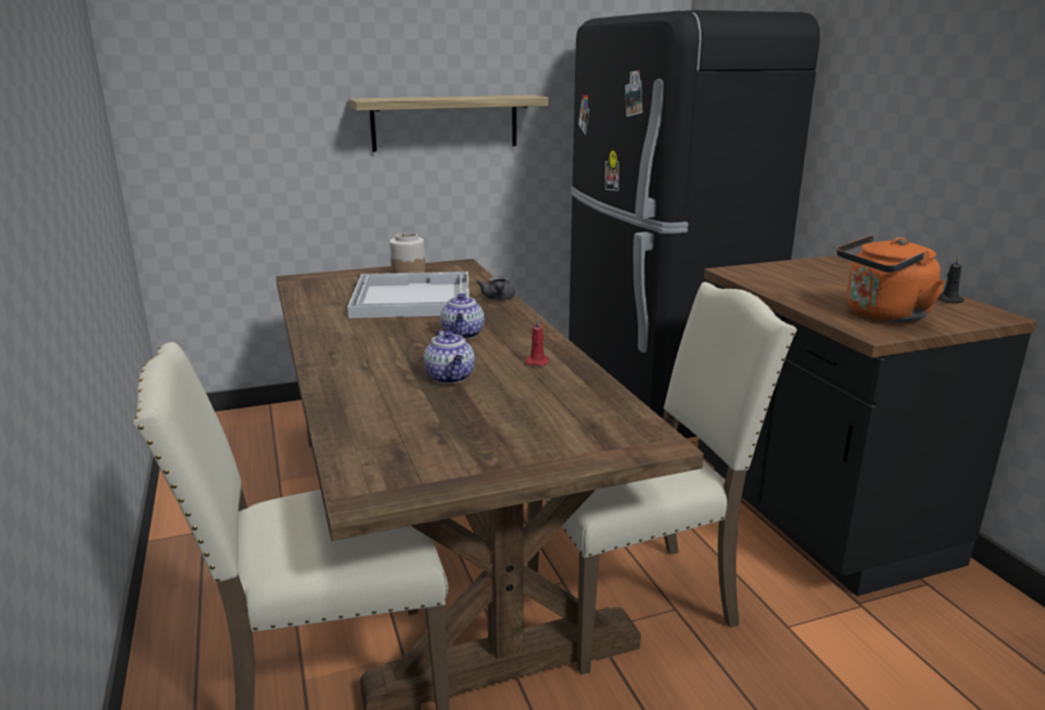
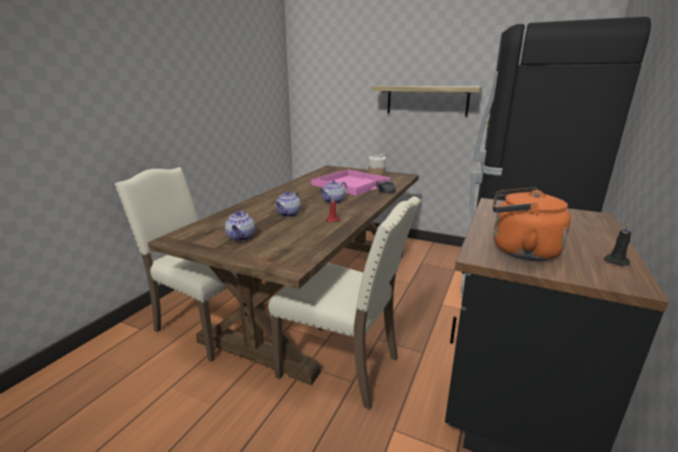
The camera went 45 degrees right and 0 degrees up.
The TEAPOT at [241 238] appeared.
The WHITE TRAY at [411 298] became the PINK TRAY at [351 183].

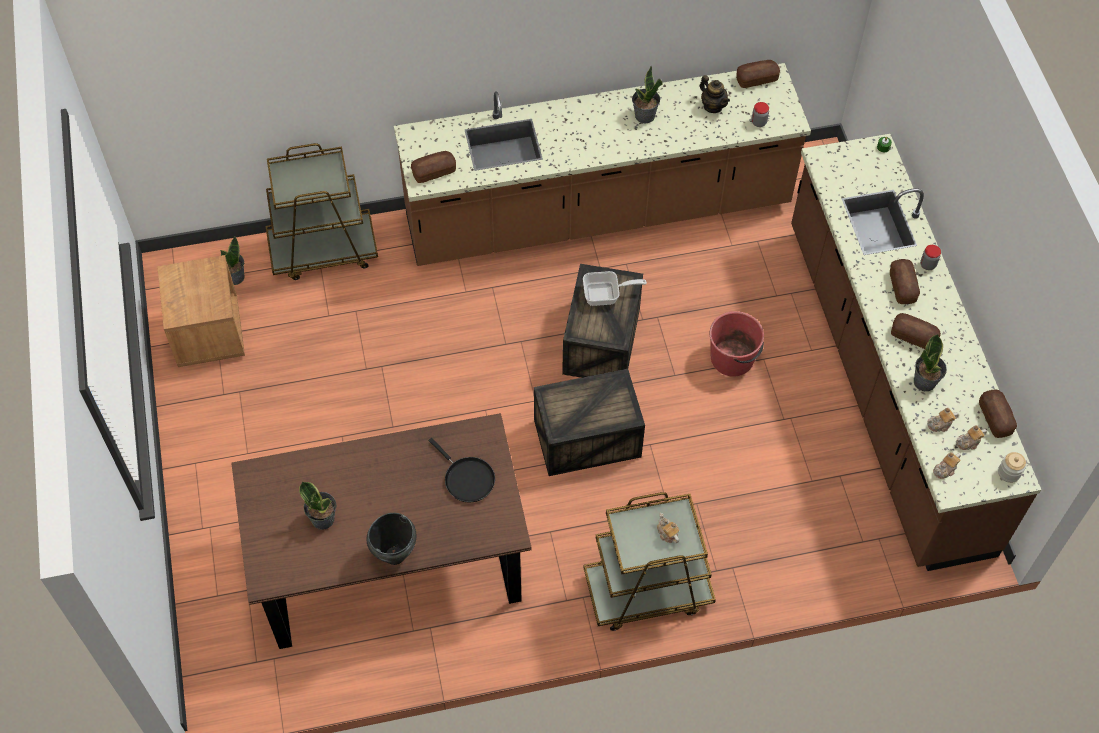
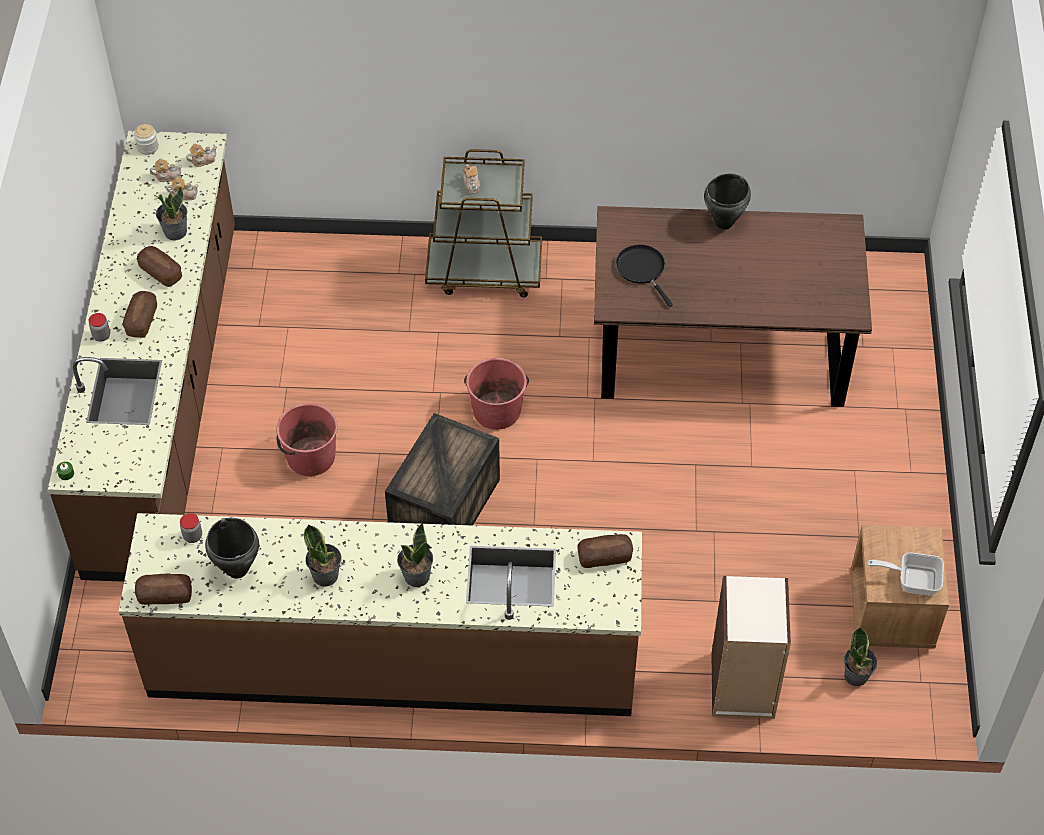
The camera went 165 degrees left and 5 degrees down.
The TEAPOT at [713 106] was replaced by the BLACK COOKING POT at [237 570].
The POTTED PLANT moved from [323 519] to [416 576].
The CRATE at [586 439] was replaced by the RED BUCKET at [496 410].
The BROWN CART at [324 250] was replaced by the BOOKCASE at [742 686].
The FRYING PAN moved from [606 295] to [912 580].
The BREAD at [995 418] disappeared.

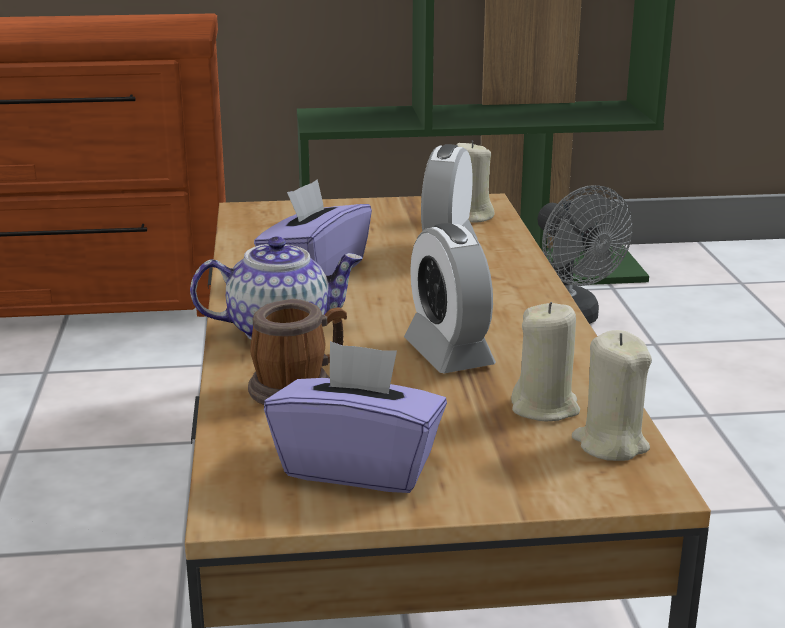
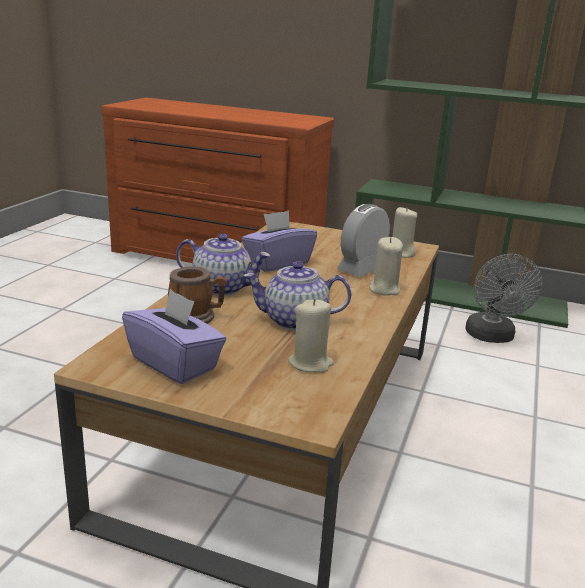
The camera went 25 degrees right and 0 degrees up.
The ALARM CLOCK at [448 353] was replaced by the TEAPOT at [294 321].
The BEIGE CANDLE moved from [610 444] to [384 289].

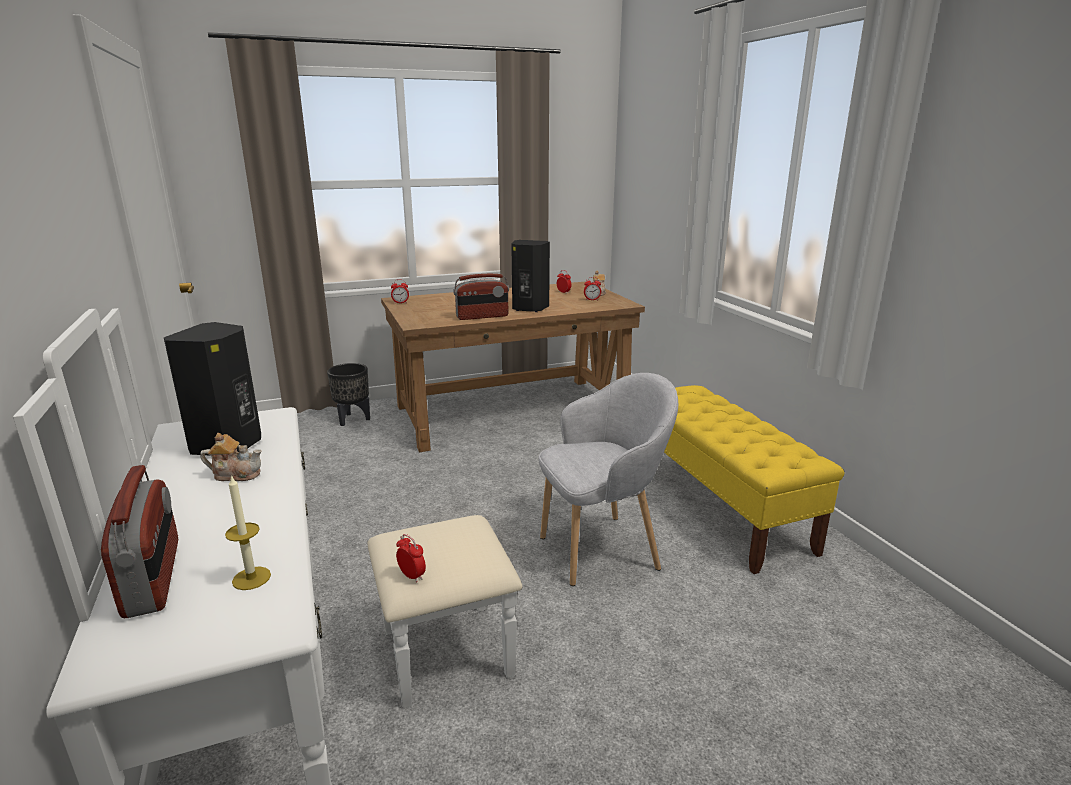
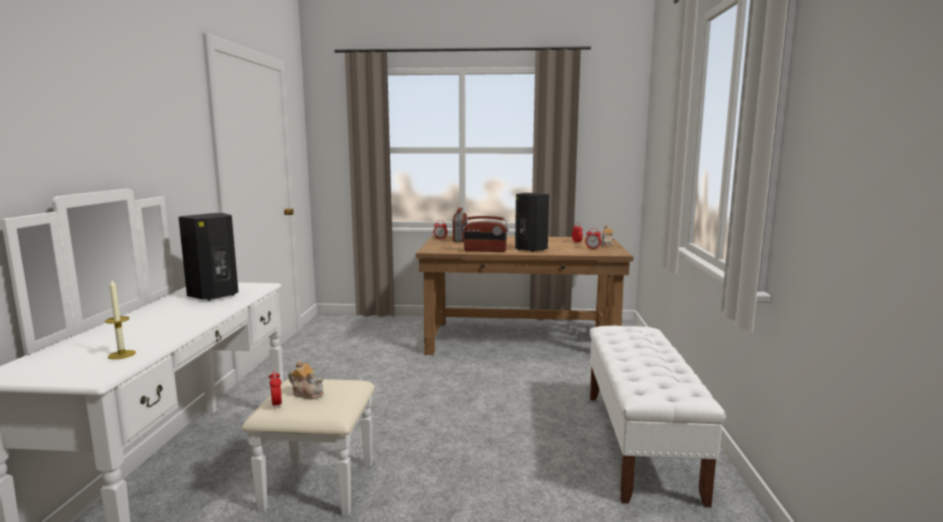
The camera went 25 degrees right and 10 degrees down.
The TEAPOT moved from [236 474] to [307 393].
The RADIO moved from [154 577] to [460 239].
The YELLOW BENCH at [719 507] became the WHITE BENCH at [640 443].
The BLACK PLANTER at [353 419] disappeared.
The GREY ARMCHAIR at [602 550] disappeared.

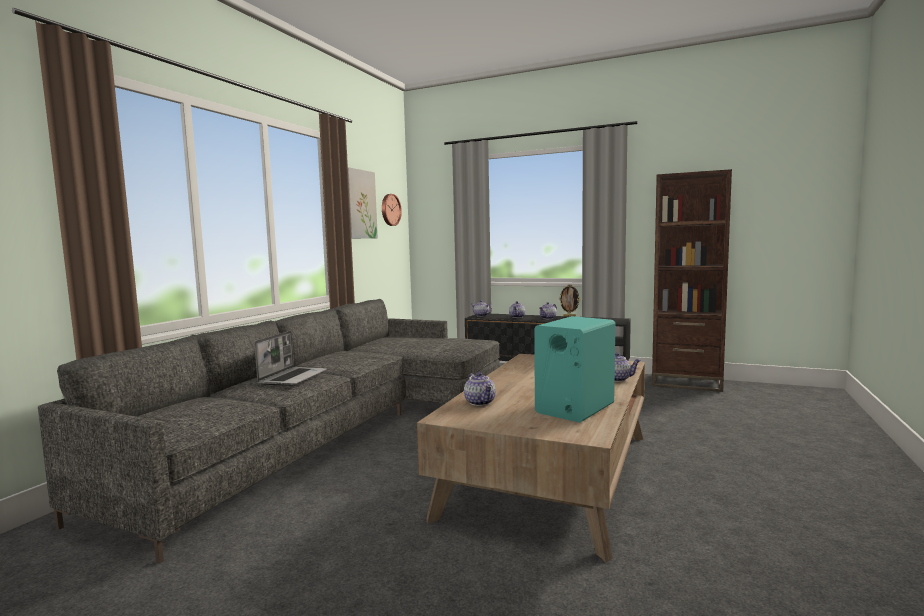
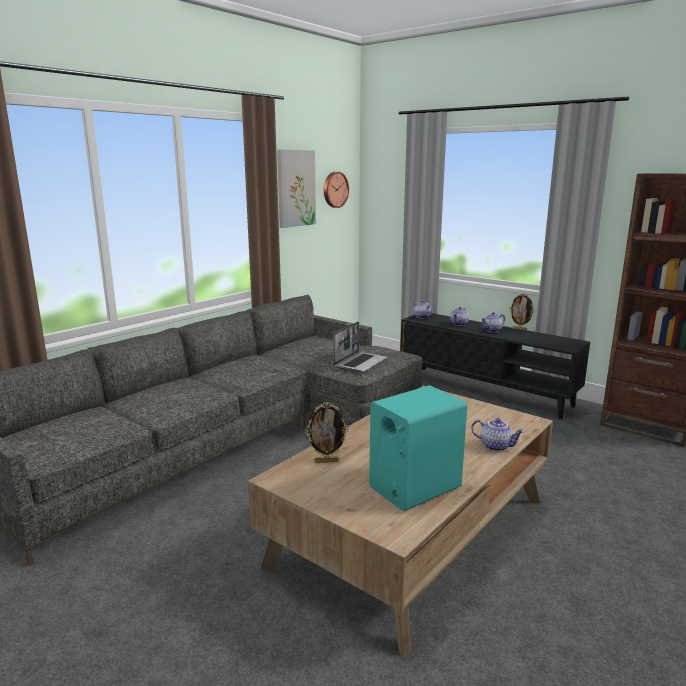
The camera went 15 degrees right and 10 degrees up.
The TEAPOT at [480 402] was replaced by the PICTURE FRAME at [327 461].
The LAPTOP moved from [293 377] to [360 363].

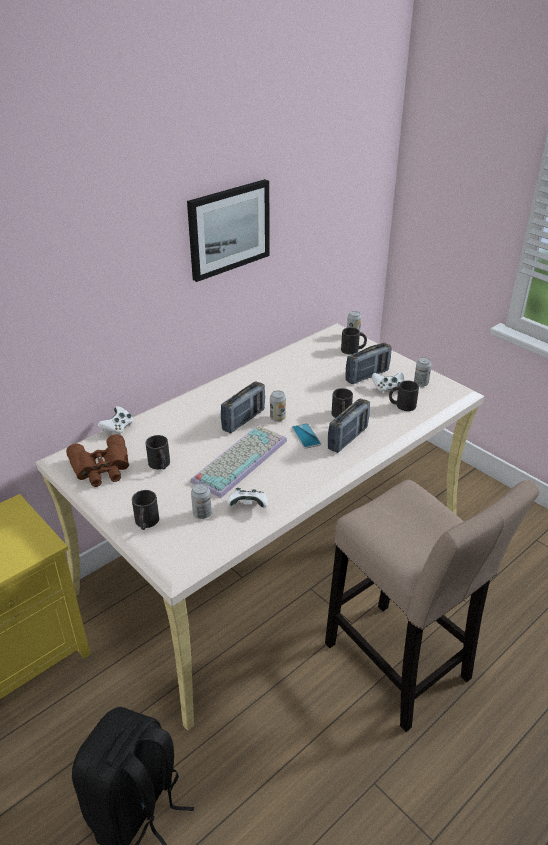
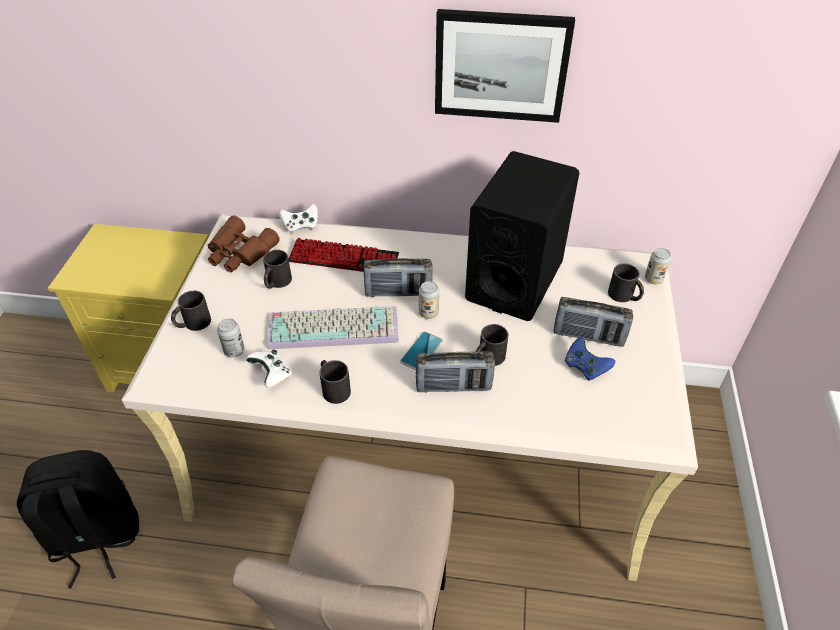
The camera went 50 degrees right and 10 degrees up.
The KEYBOARD at [343 259] appeared.
The BLACK MUG moved from [401 405] to [333 388].
The BLACK SPEAKER at [514 281] appeared.
The WHITE GAME CONTROLLER at [387 389] became the BLUE GAME CONTROLLER at [585 367].
The CAN at [421 383] disappeared.

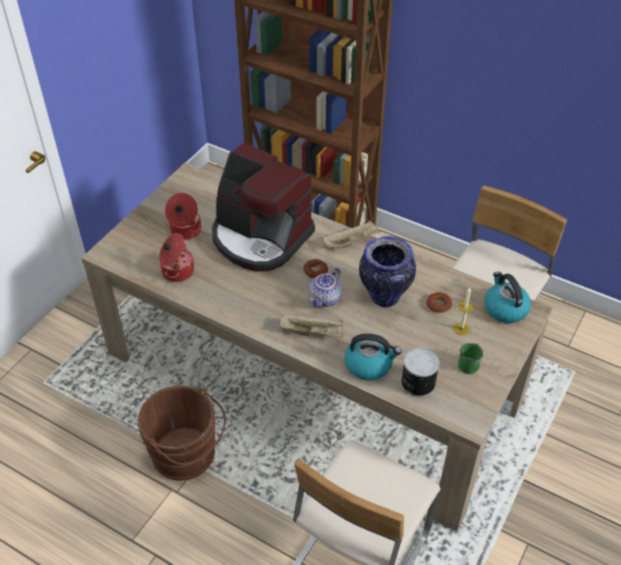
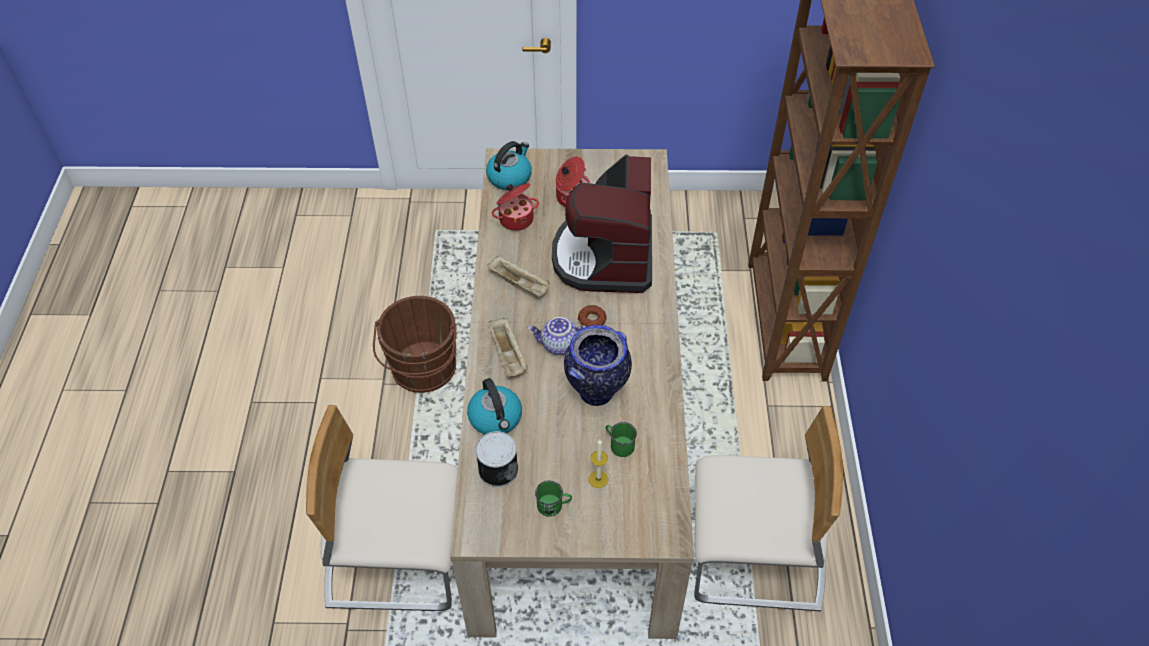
The camera went 60 degrees right and 5 degrees up.
The KETTLE moved from [504 308] to [509 177].
The BEIGE TRAY moved from [351 242] to [520 284].
The DONUT at [438 305] was replaced by the GREEN MUG at [619 444].

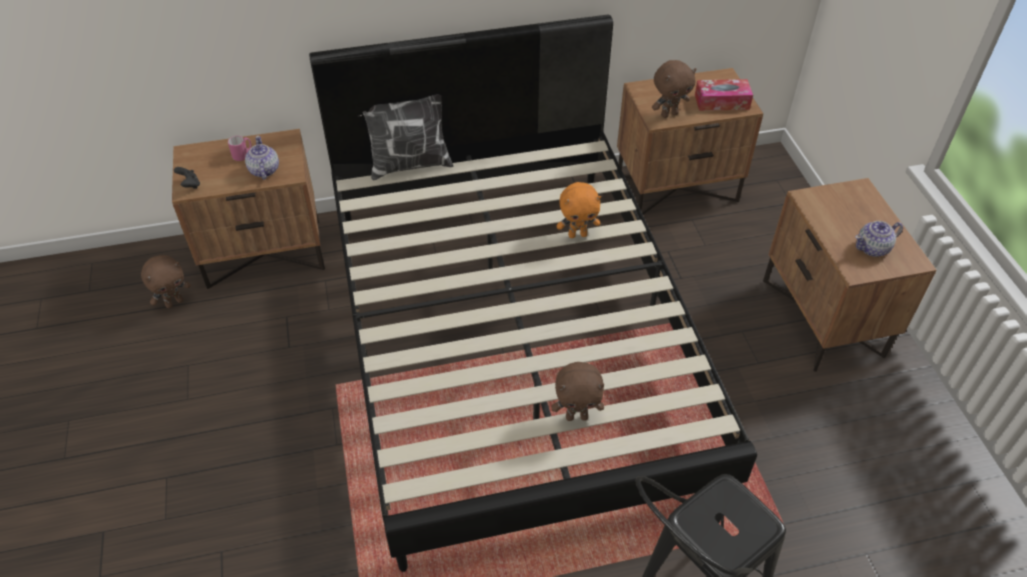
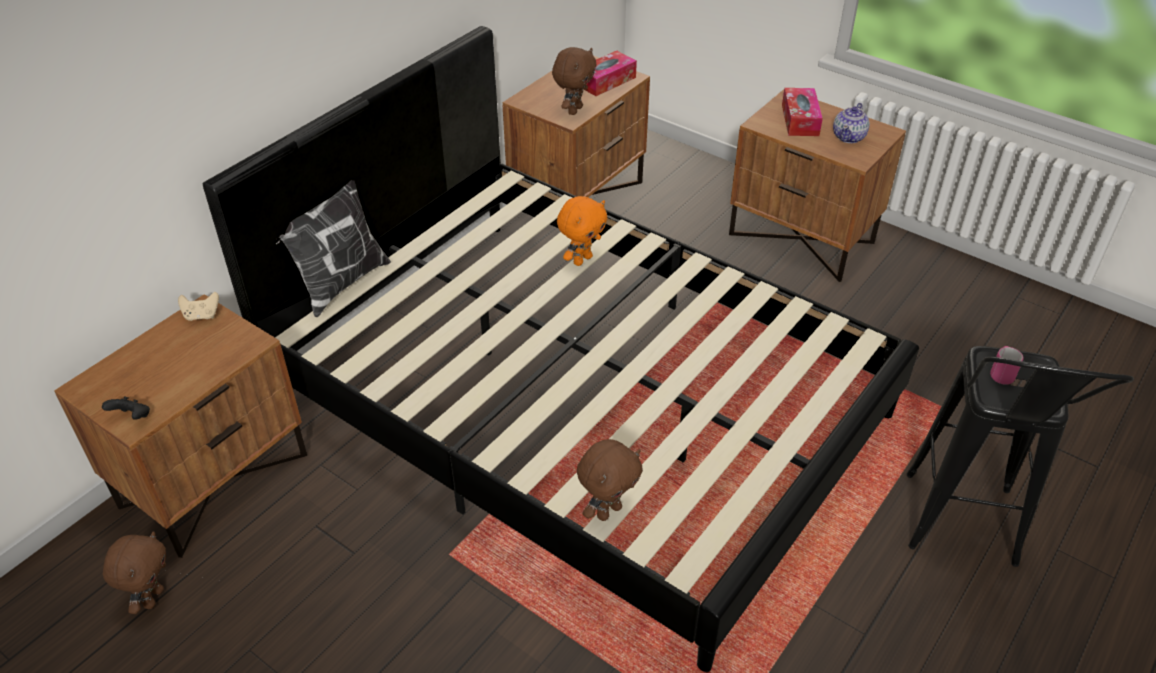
The camera went 40 degrees left and 5 degrees down.
The BEIGE GAME CONTROLLER at [202 315] appeared.
The BROWN PLUSH TOY moved from [577 416] to [608 511].
The TISSUE BOX at [800 120] appeared.
The PINK MUG moved from [243 155] to [1001 373].
The TEAPOT at [264 170] disappeared.

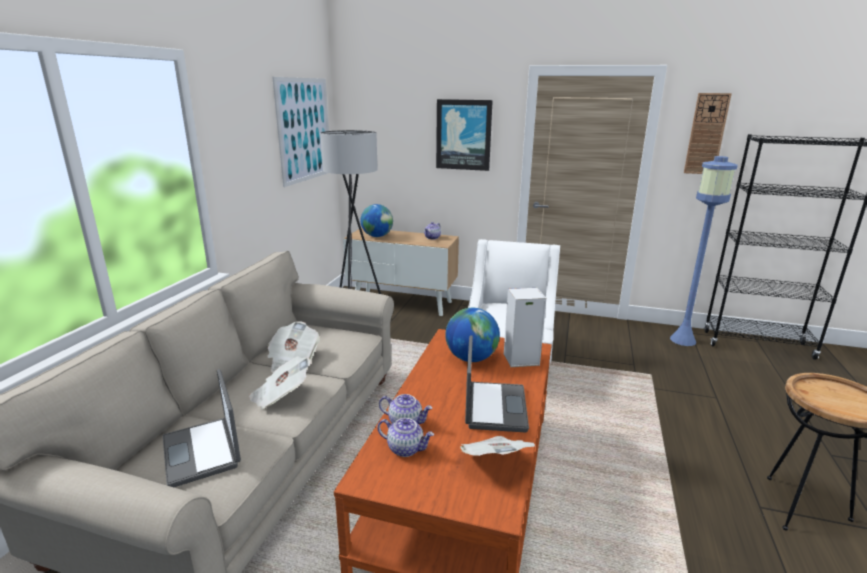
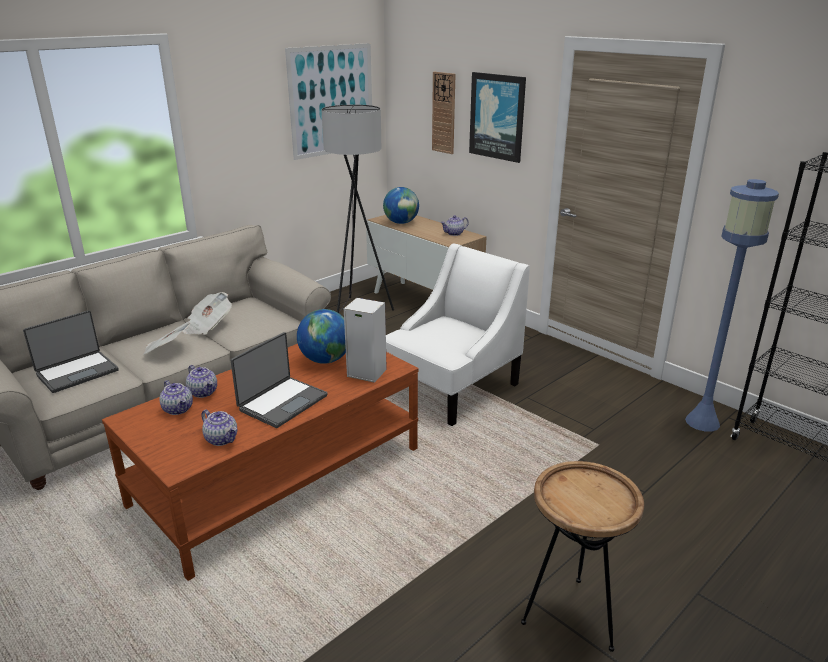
The camera went 30 degrees right and 5 degrees up.
The LAPTOP at [203 451] turned 135 degrees counterclockwise.
The NEWSPAPER at [495 462] was replaced by the TEAPOT at [222 439].
The WALL CLOCK moved from [706 134] to [444 113].

